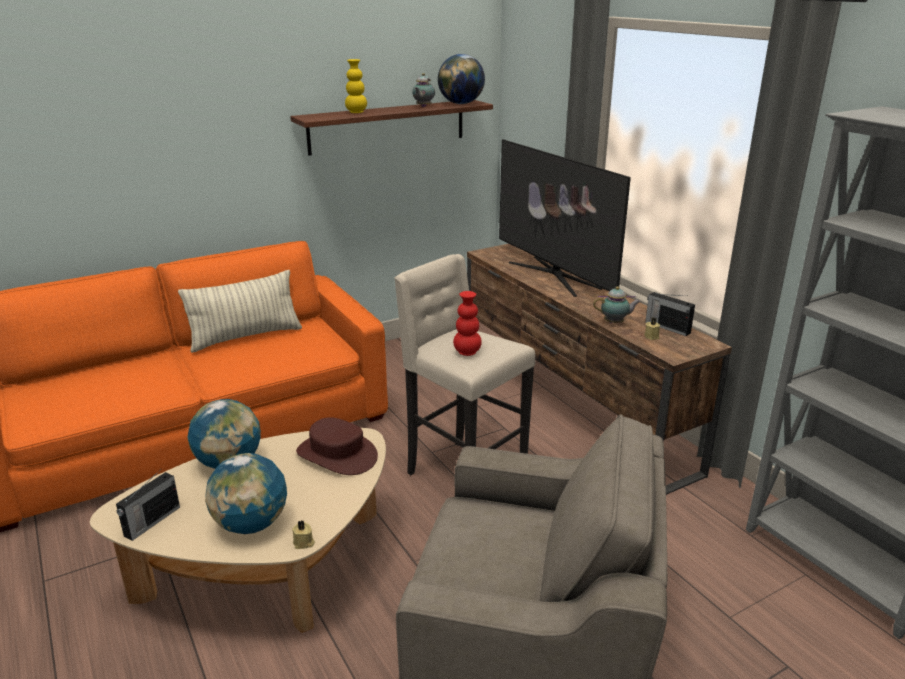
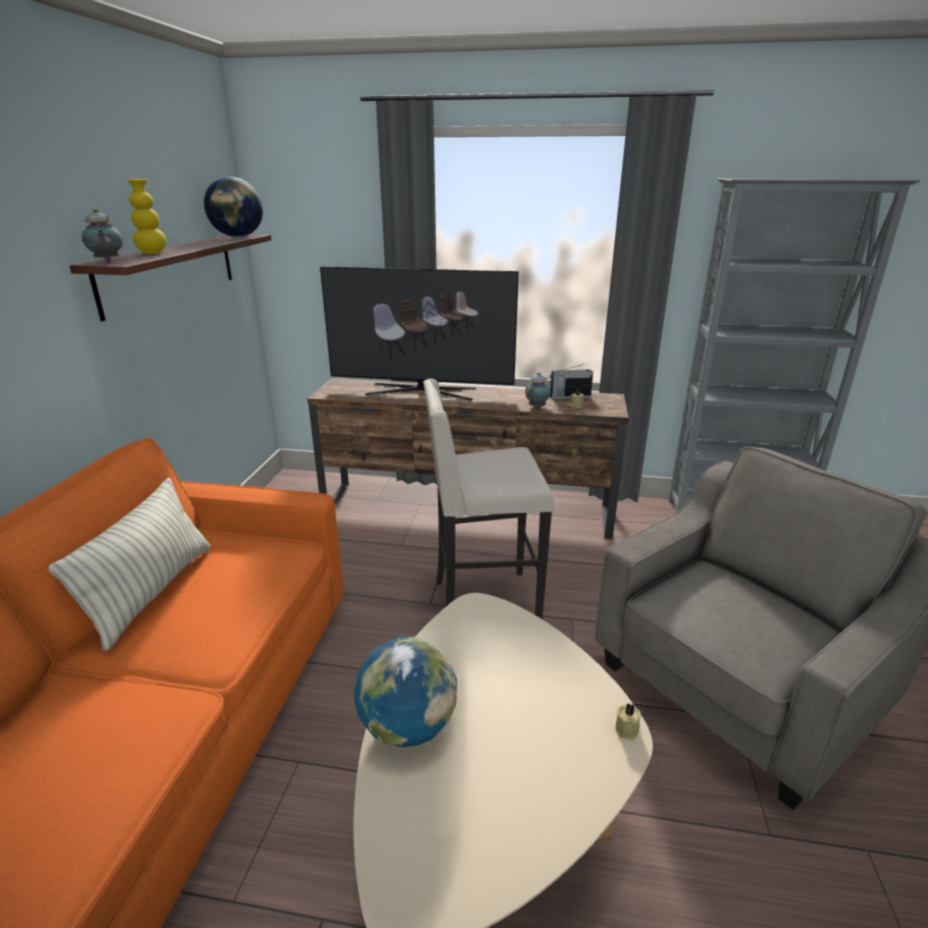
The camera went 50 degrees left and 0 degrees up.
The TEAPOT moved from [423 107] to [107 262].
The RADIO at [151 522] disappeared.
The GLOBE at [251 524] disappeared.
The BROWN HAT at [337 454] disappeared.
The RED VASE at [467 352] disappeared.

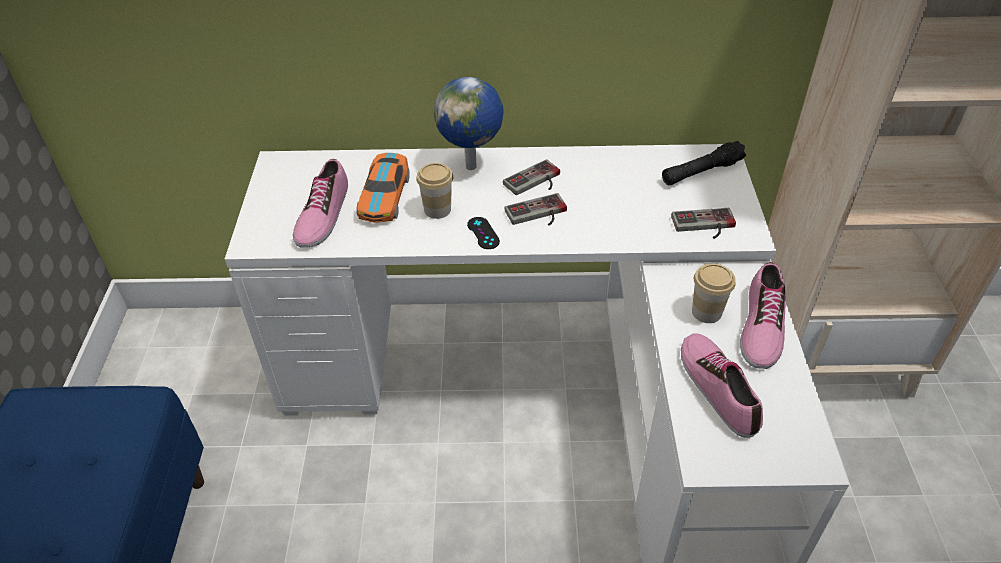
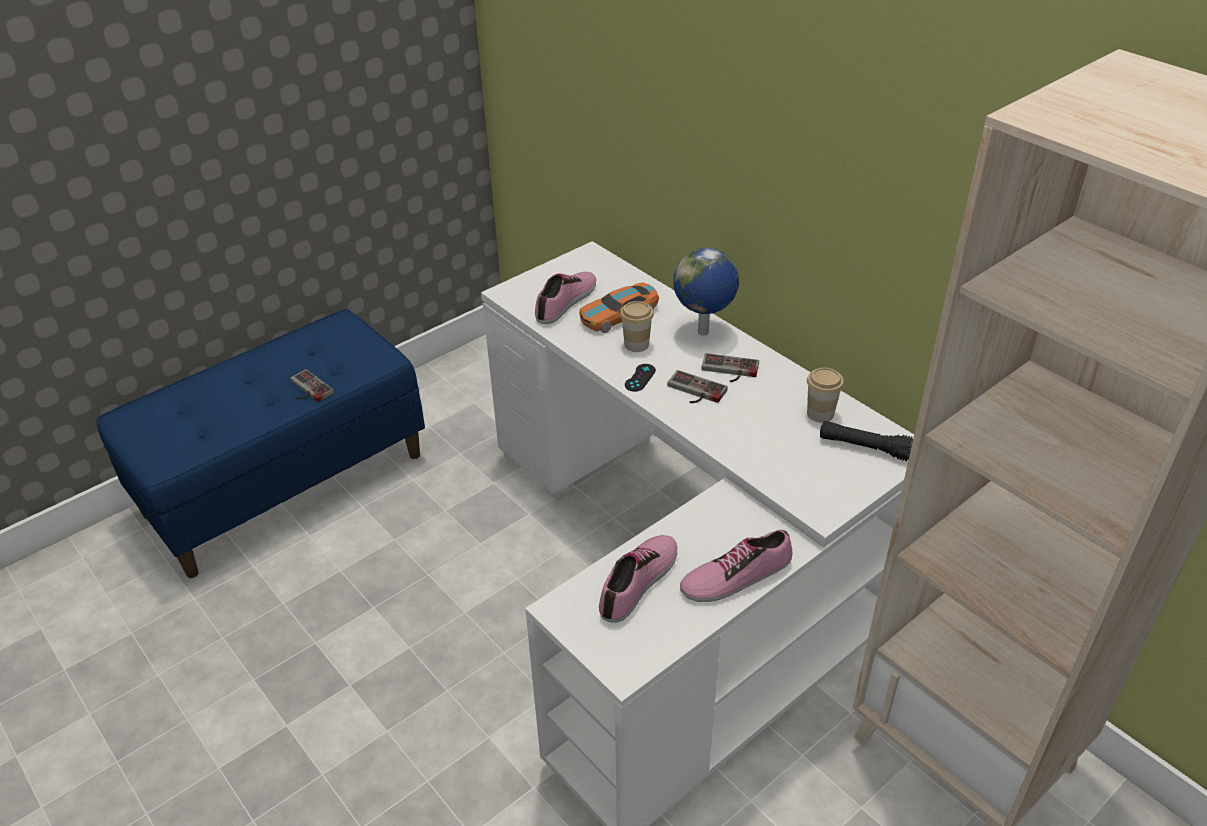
The camera went 50 degrees right and 5 degrees down.
The GAME CONTROLLER moved from [704 226] to [307 390].
The SHOE at [322 215] turned 150 degrees clockwise.
The CUP moved from [706 312] to [820 413].

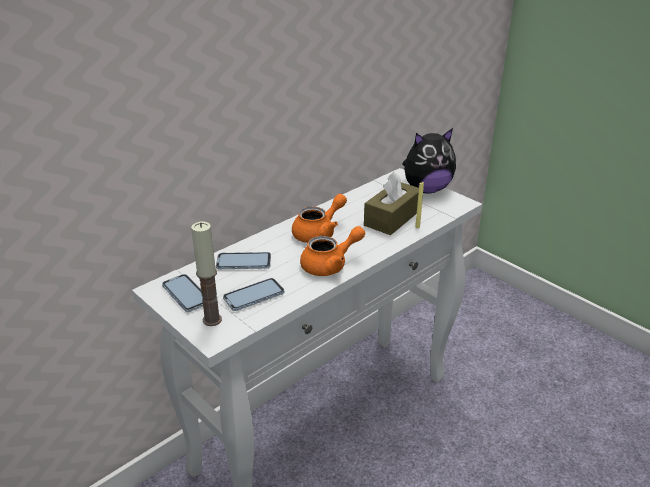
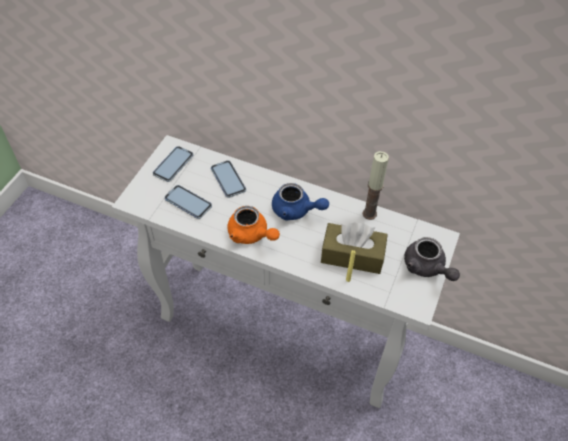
The camera went 65 degrees right and 20 degrees up.
The ORANGE TEAPOT at [319 233] became the BLUE TEAPOT at [296 210].
The CANDLE moved from [212 320] to [369 213].
The PLUSH TOY at [426 189] was replaced by the GREY TEAPOT at [427 268].

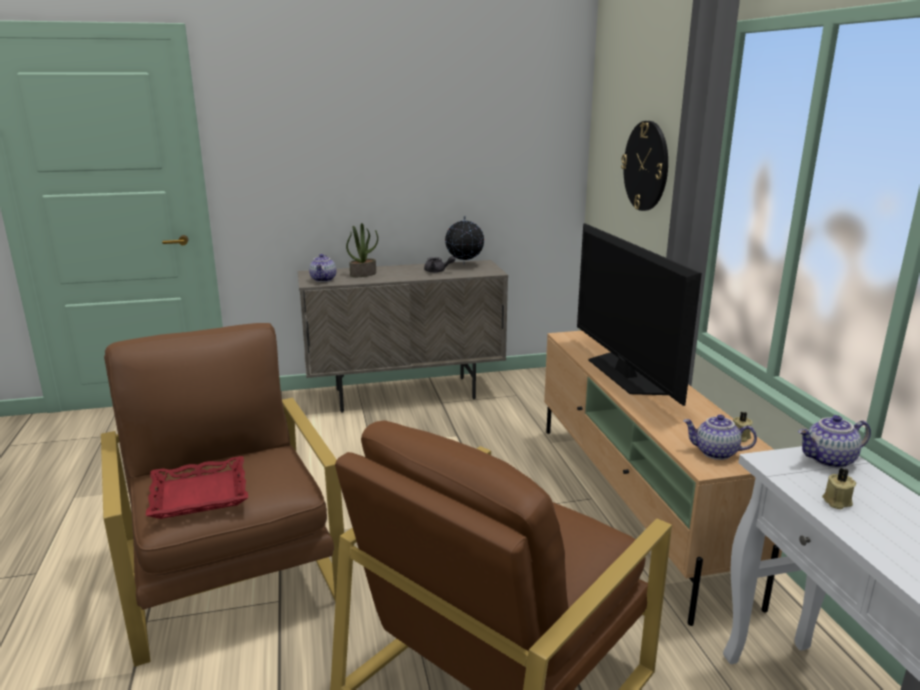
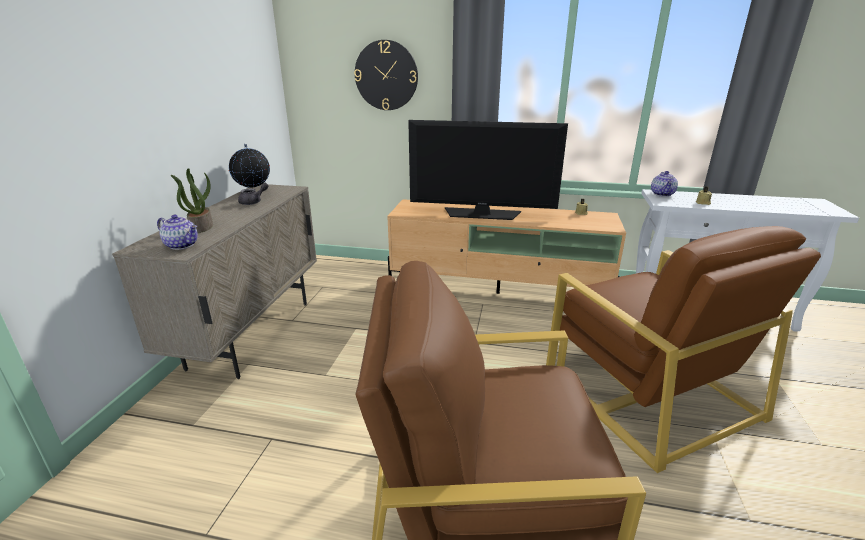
The camera went 65 degrees left and 5 degrees up.
The RED TRAY at [199 495] disappeared.
The TEAPOT at [715 453] disappeared.

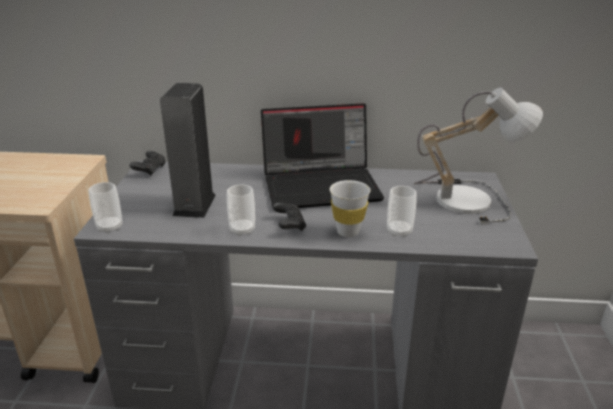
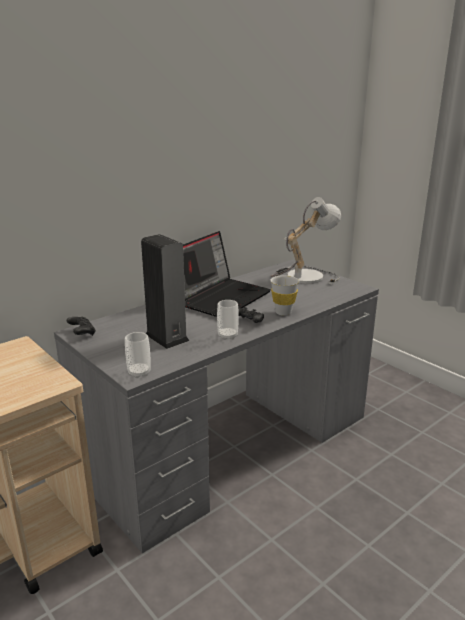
The camera went 45 degrees left and 5 degrees down.
The CUP at [399 231] disappeared.

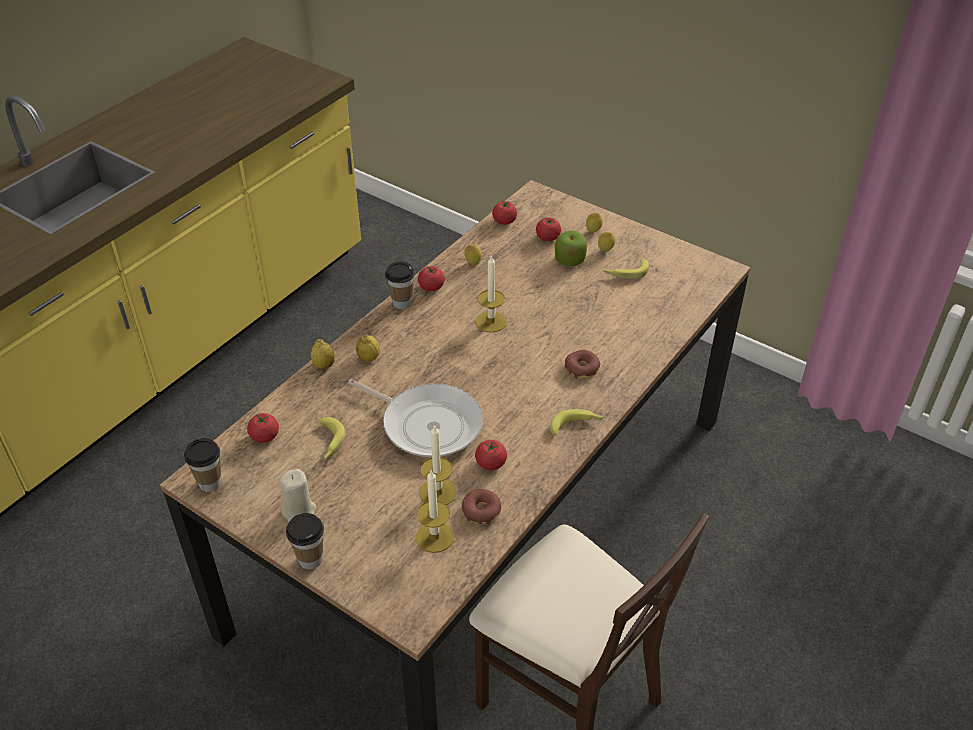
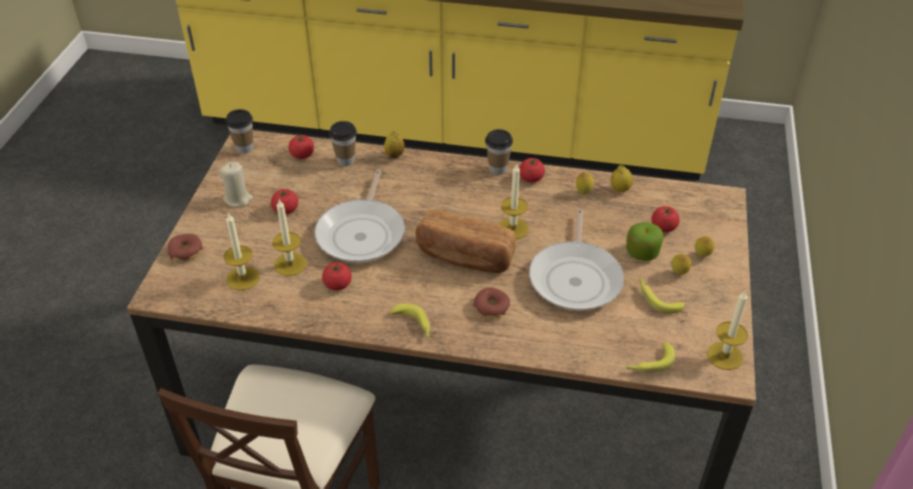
The camera went 65 degrees right and 0 degrees up.
The DONUT moved from [481 510] to [186 251].
The TOMATO moved from [504 221] to [286 210].
The CUP moved from [310 559] to [345 160].
The BREAD at [464 257] appeared.
The FRYING PAN at [576 278] appeared.
The LEMON moved from [368 358] to [620 189].
The BANANA moved from [329 443] to [649 363].
The CANDLE at [724 356] appeared.

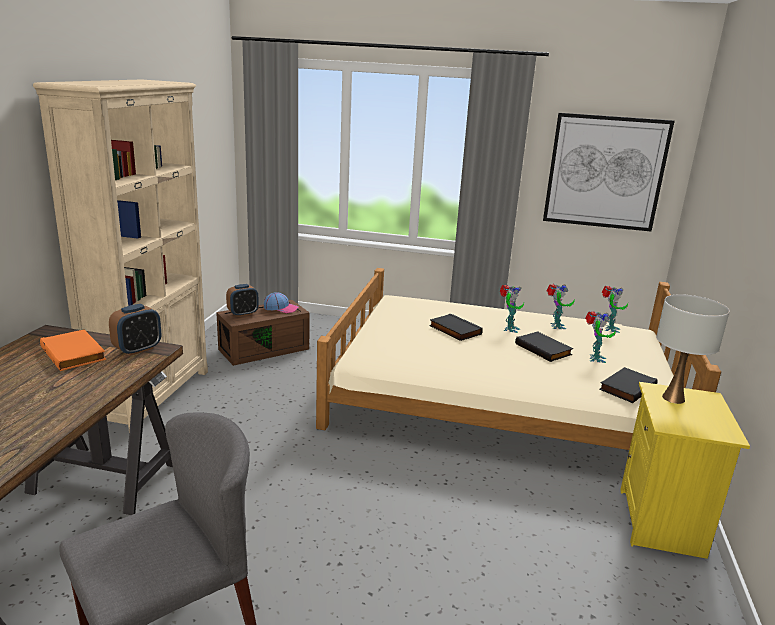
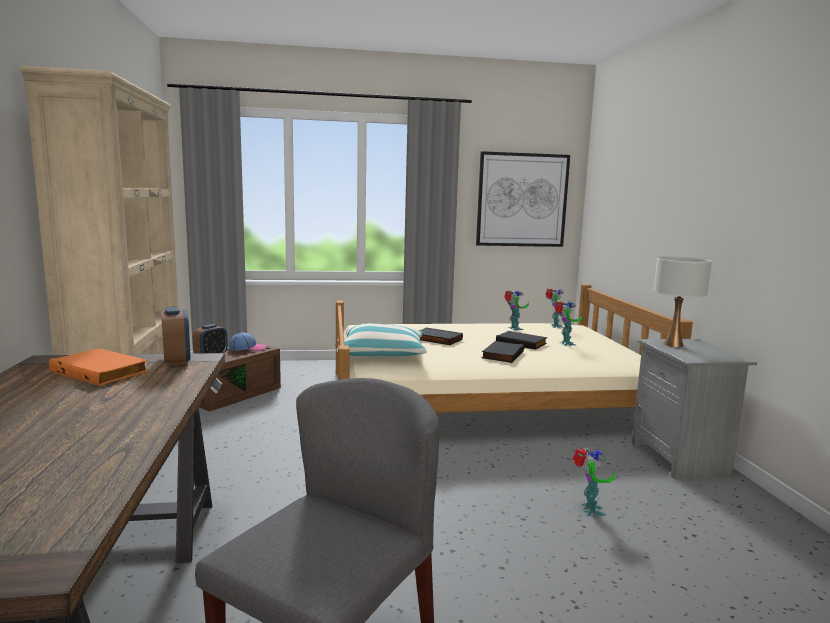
The camera went 20 degrees left and 10 degrees down.
The ALARM CLOCK at [137 349] turned 45 degrees counterclockwise.
The PILLOW at [382 354] appeared.
The BLACK BOOK moved from [626 387] to [502 354].
The TOY ROBOT moved from [509 329] to [589 510].
The YELLOW NIGHTSTAND at [662 522] became the GREY NIGHTSTAND at [680 458].

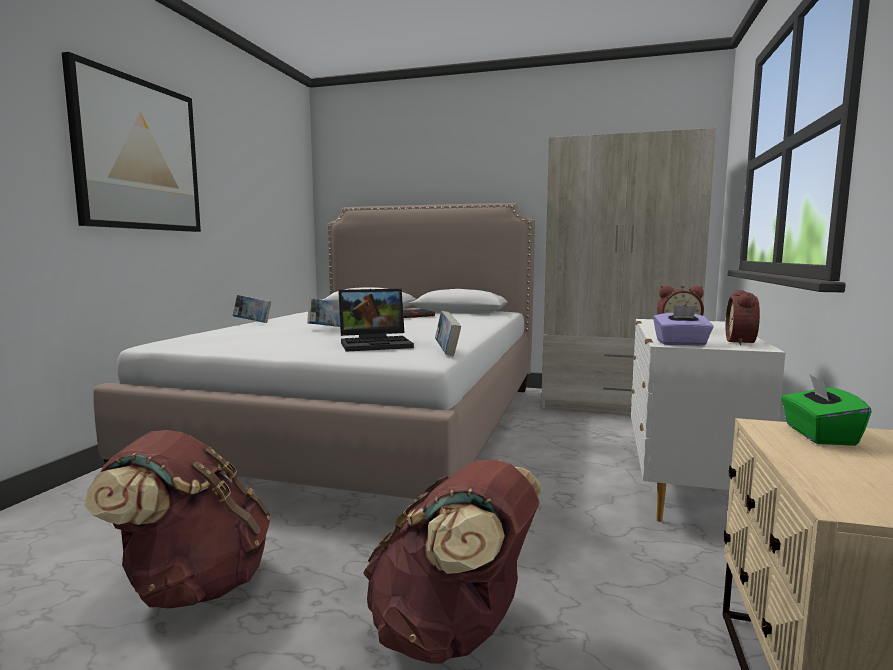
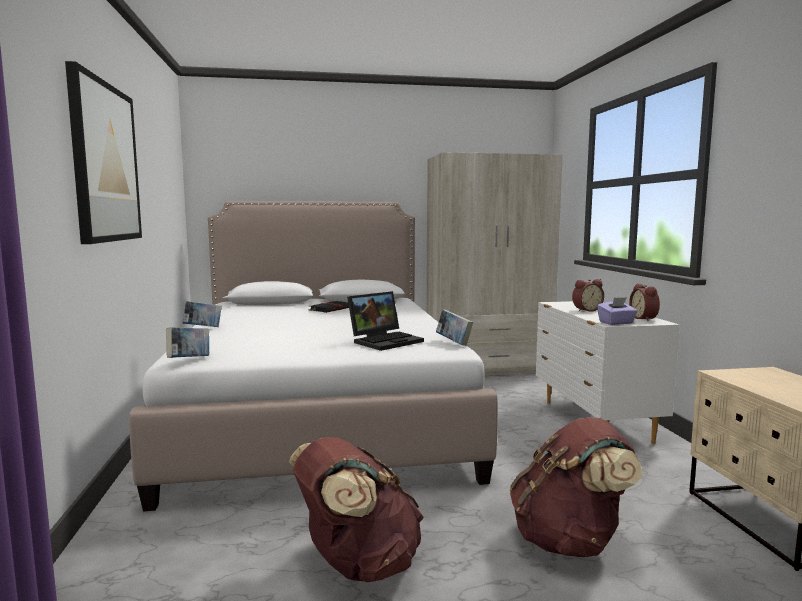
The camera went 25 degrees left and 0 degrees up.
The BOOK moved from [327 328] to [189 360].
The GREEN TISSUE BOX at [818 435] disappeared.

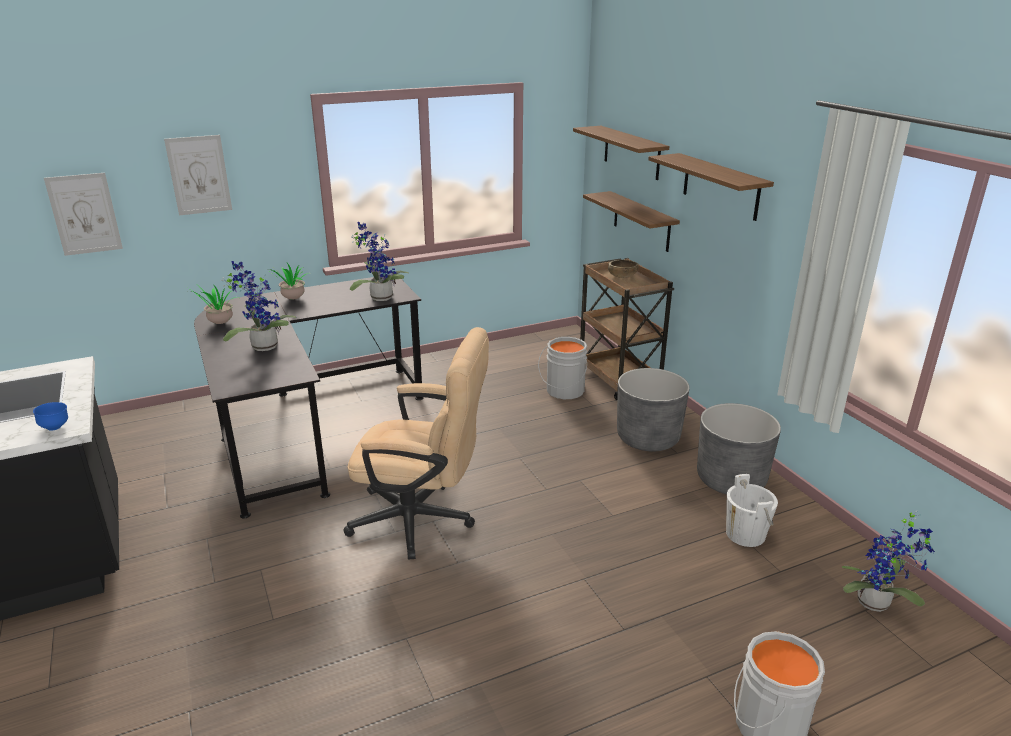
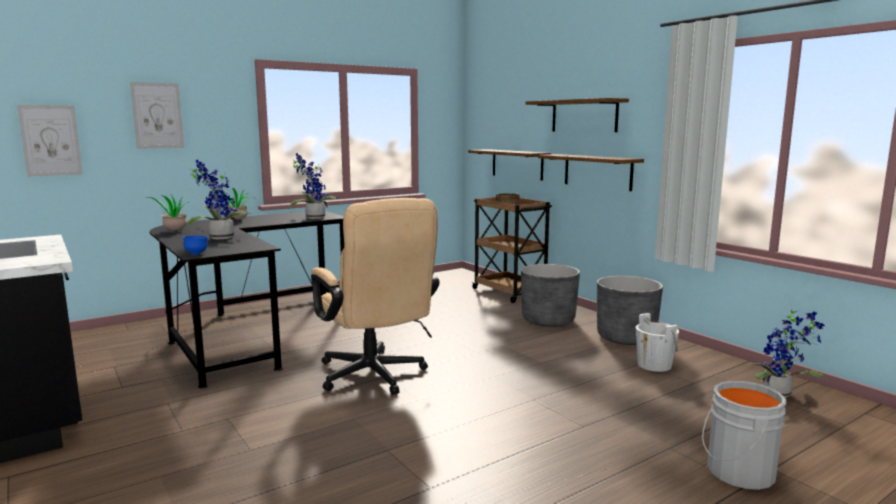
The camera went 10 degrees left and 15 degrees down.
The BLUE BOWL moved from [55 427] to [196 253].
The BEIGE OFFICE CHAIR at [422 520] turned 60 degrees clockwise.
The SHELF moved from [631 152] to [597 171].
The GREY BUCKET at [563 391] disappeared.

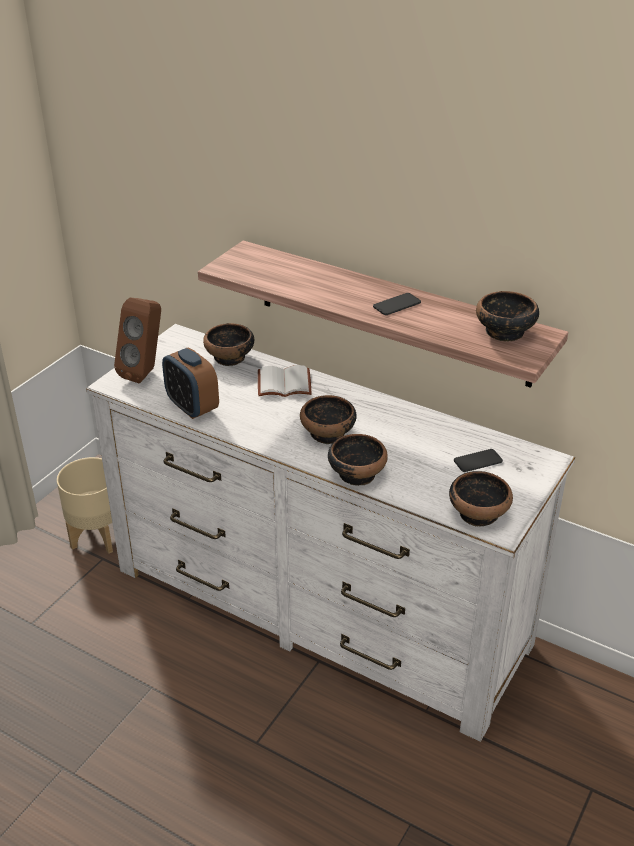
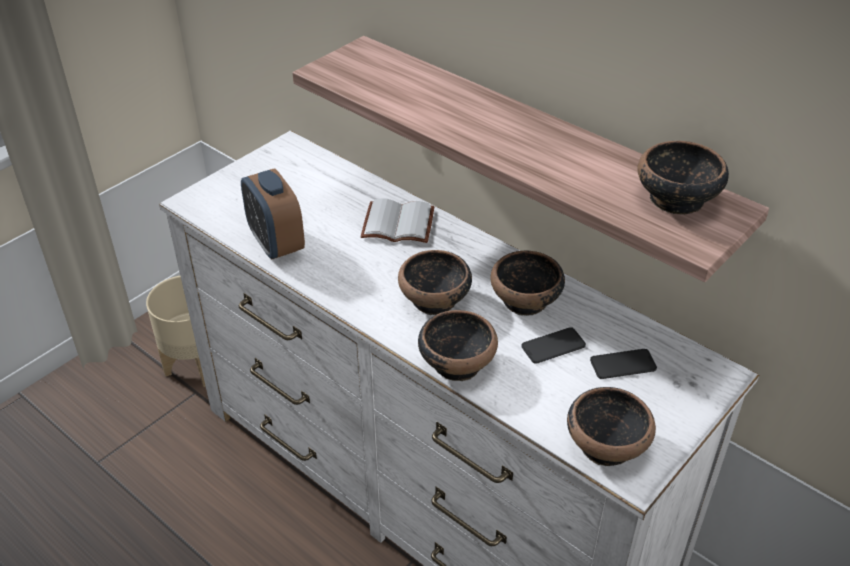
The camera went 10 degrees right and 5 degrees up.
The BOWL moved from [230 357] to [526 300].
The PHONE moved from [397 304] to [553 346].
The BROWN SPEAKER at [145 372] disappeared.

